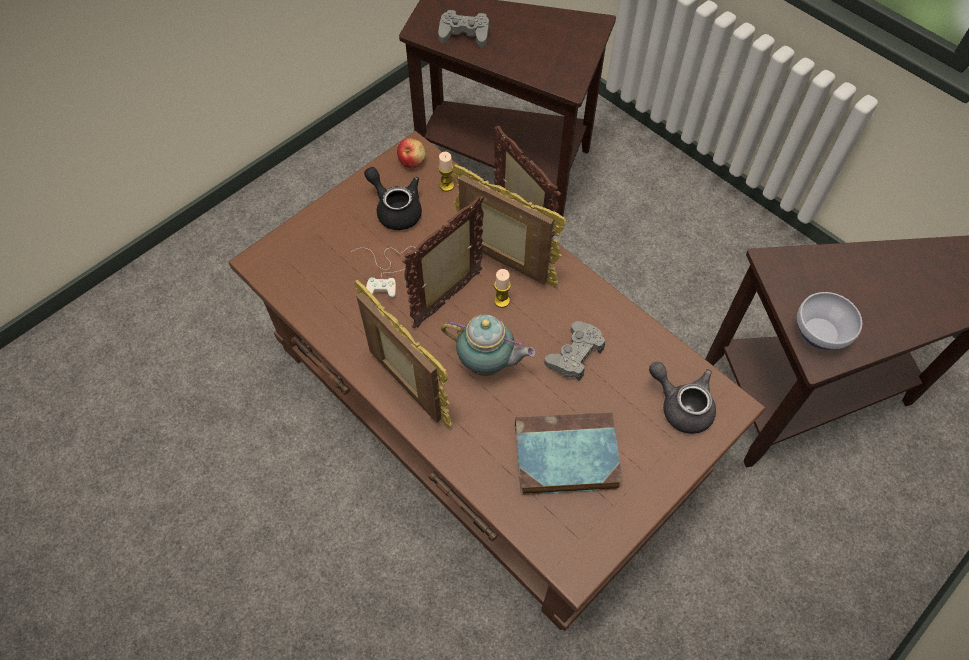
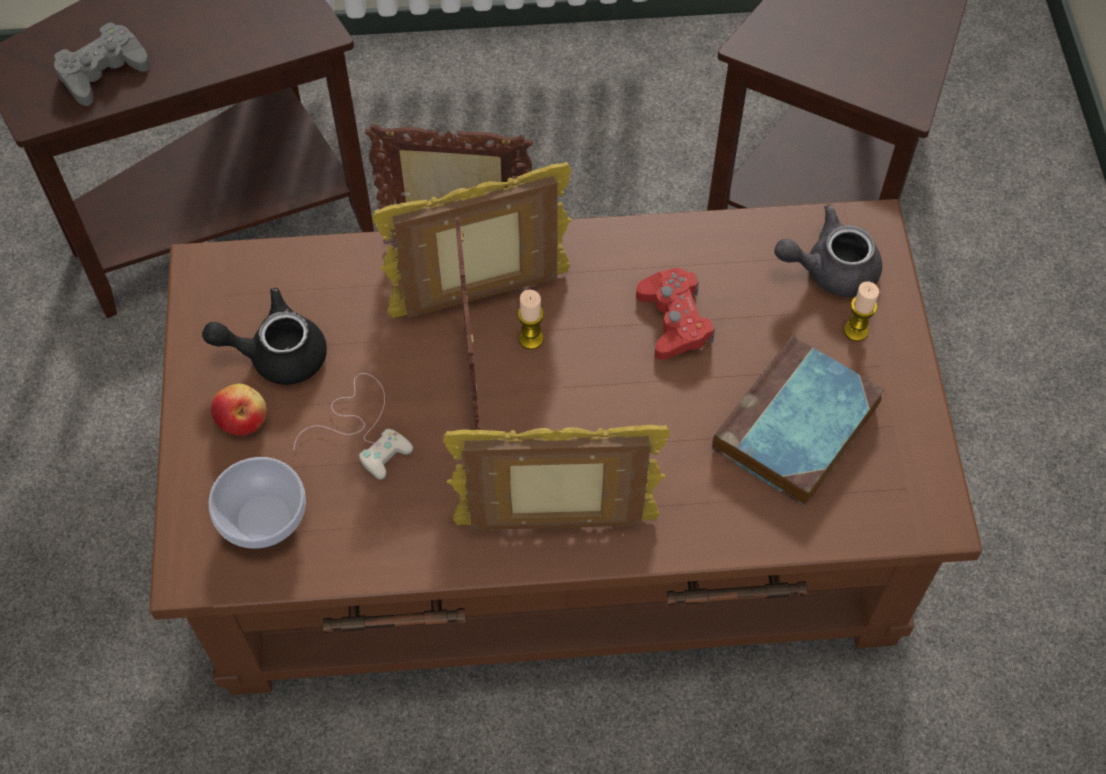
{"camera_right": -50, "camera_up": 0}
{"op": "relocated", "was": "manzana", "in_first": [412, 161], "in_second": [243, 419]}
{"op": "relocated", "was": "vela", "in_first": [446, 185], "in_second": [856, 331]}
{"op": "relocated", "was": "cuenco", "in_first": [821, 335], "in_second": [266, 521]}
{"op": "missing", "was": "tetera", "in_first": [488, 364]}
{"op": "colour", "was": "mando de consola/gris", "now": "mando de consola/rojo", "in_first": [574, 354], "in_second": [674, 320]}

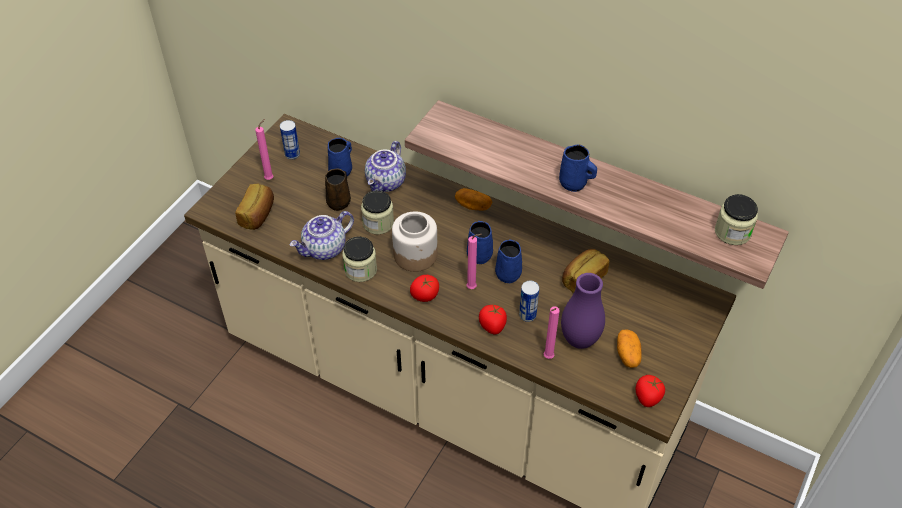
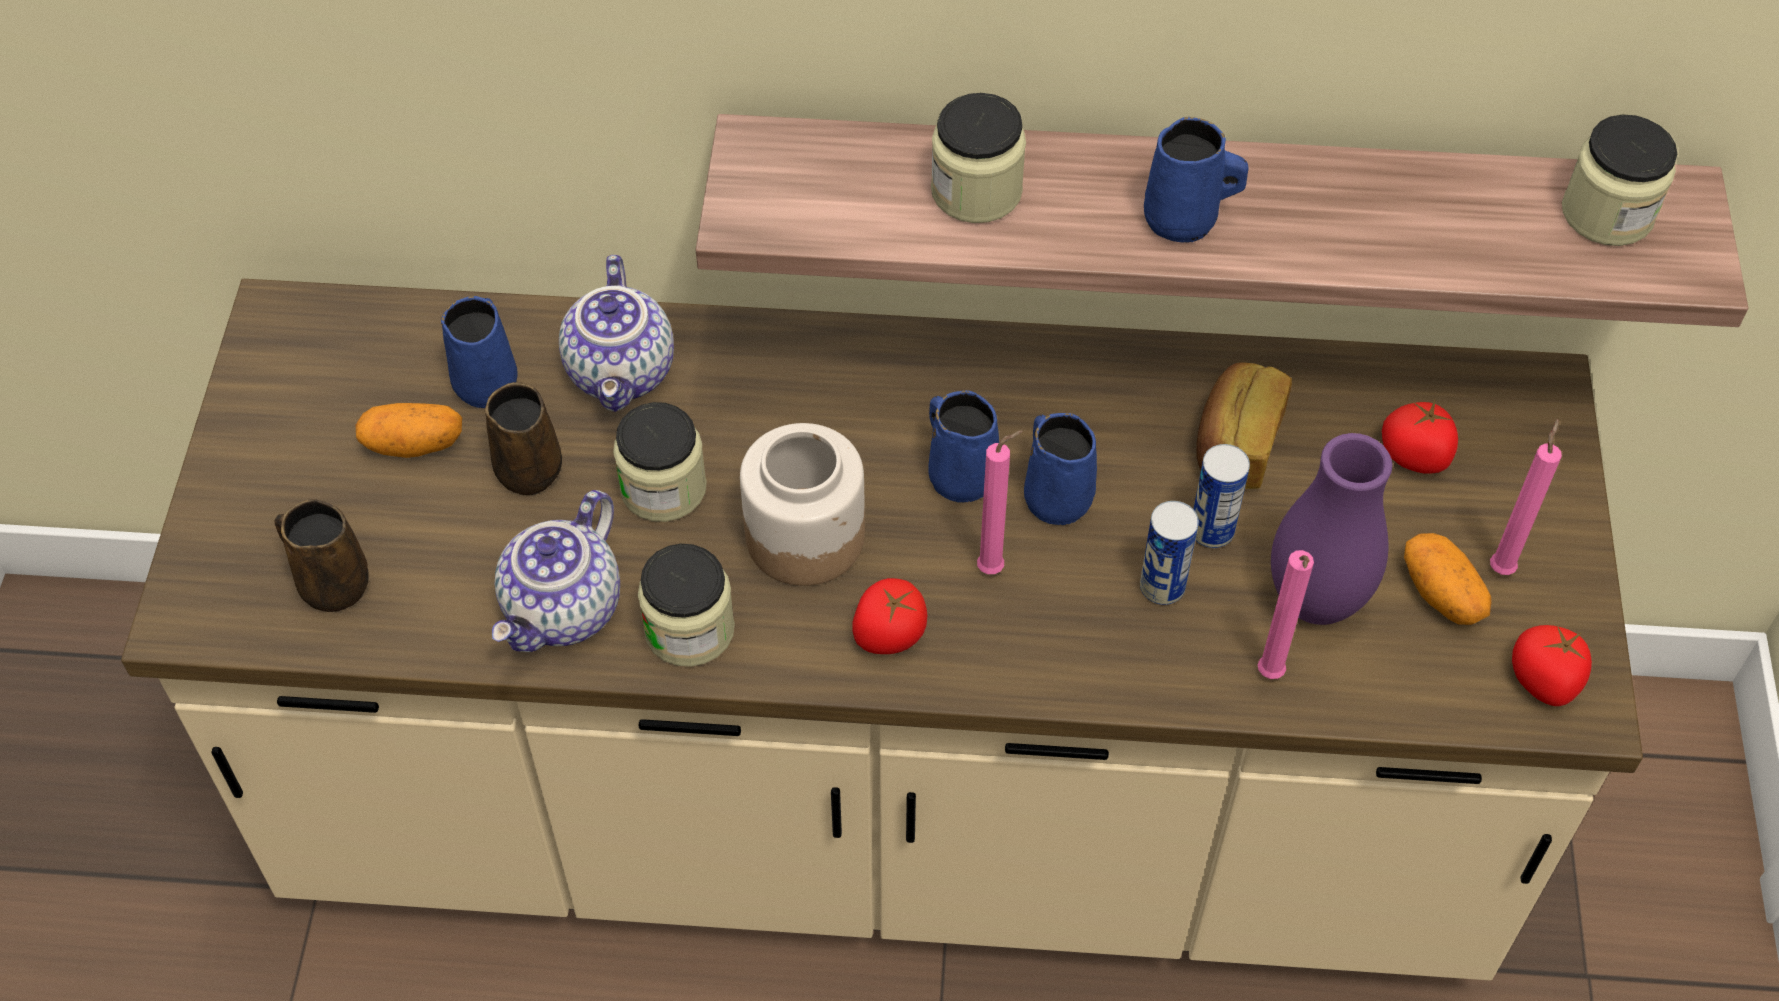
{"camera_right": -25, "camera_up": 5}
{"op": "relocated", "was": "vela/rosa", "in_first": [270, 178], "in_second": [1502, 566]}
{"op": "relocated", "was": "lata", "in_first": [292, 154], "in_second": [1211, 531]}
{"op": "exchanged", "was": "pan", "now": "taza grande/marrón", "in_first": [258, 215], "in_second": [332, 583]}
{"op": "relocated", "was": "patata", "in_first": [473, 206], "in_second": [414, 444]}
{"op": "relocated", "was": "tomate", "in_first": [492, 326], "in_second": [1416, 456]}
{"op": "appeared", "now": "tarro", "in_second": [976, 191]}

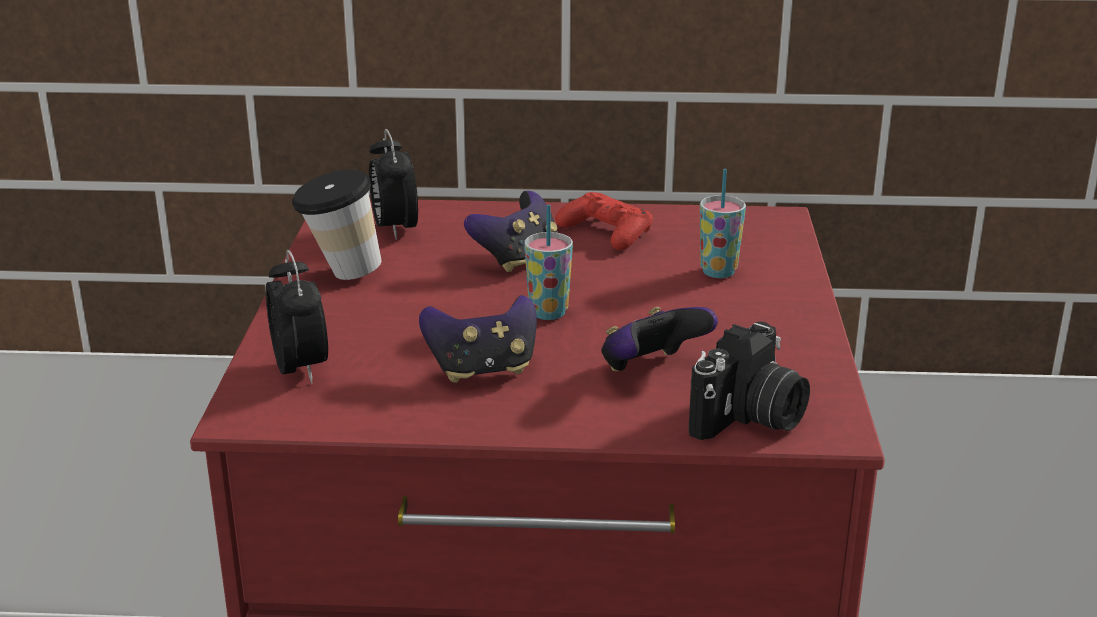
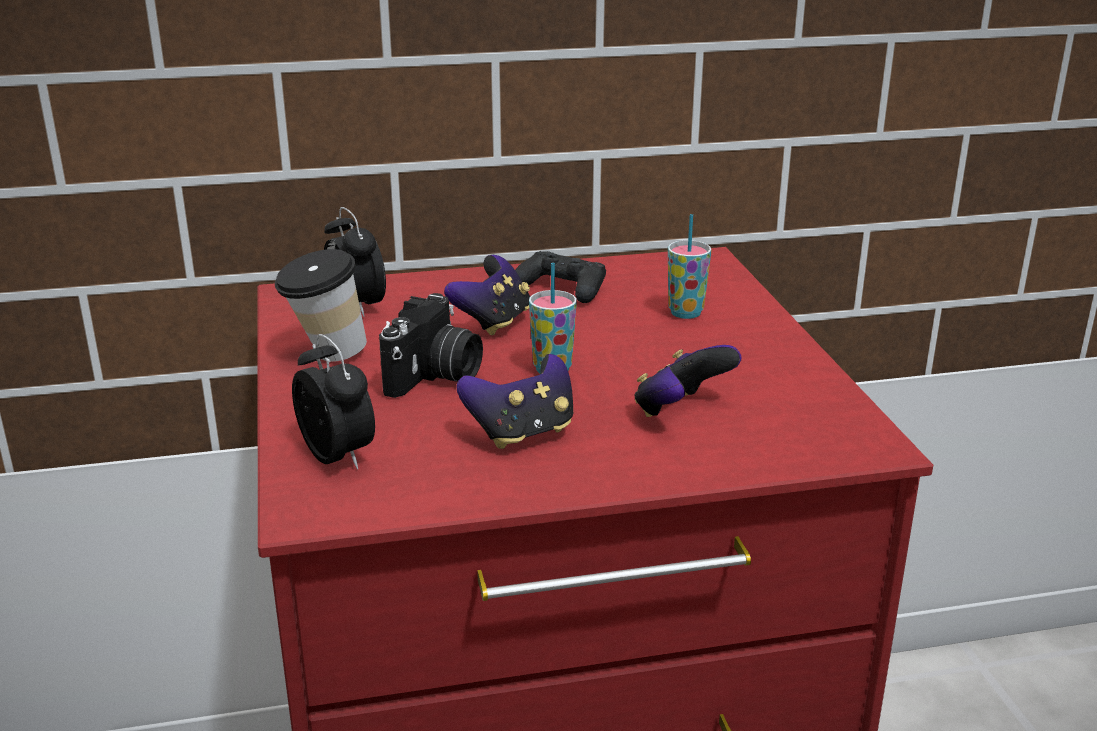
{"camera_right": -15, "camera_up": 0}
{"op": "colour", "was": "mando de consola/rojo", "now": "mando de consola/negro", "in_first": [606, 232], "in_second": [562, 288]}
{"op": "relocated", "was": "cámara", "in_first": [750, 419], "in_second": [435, 376]}

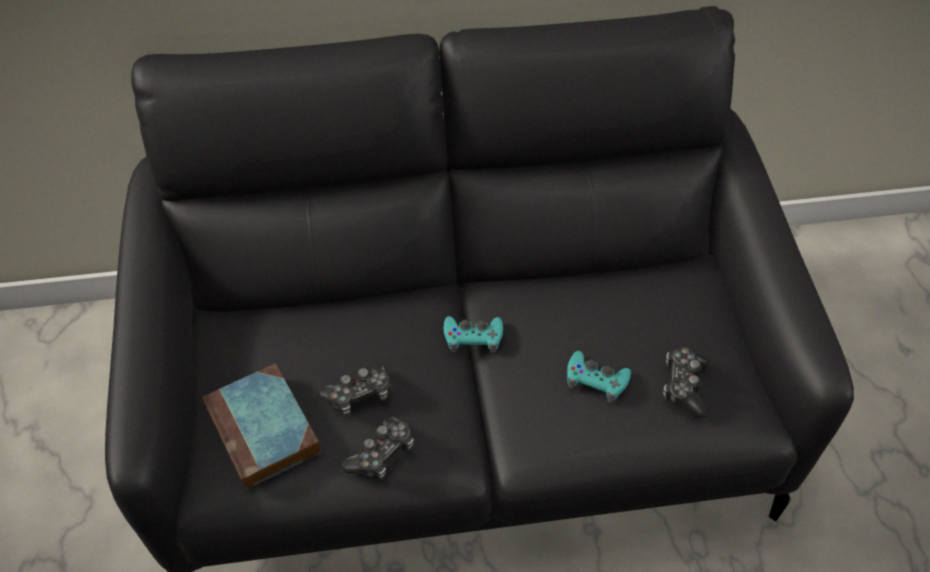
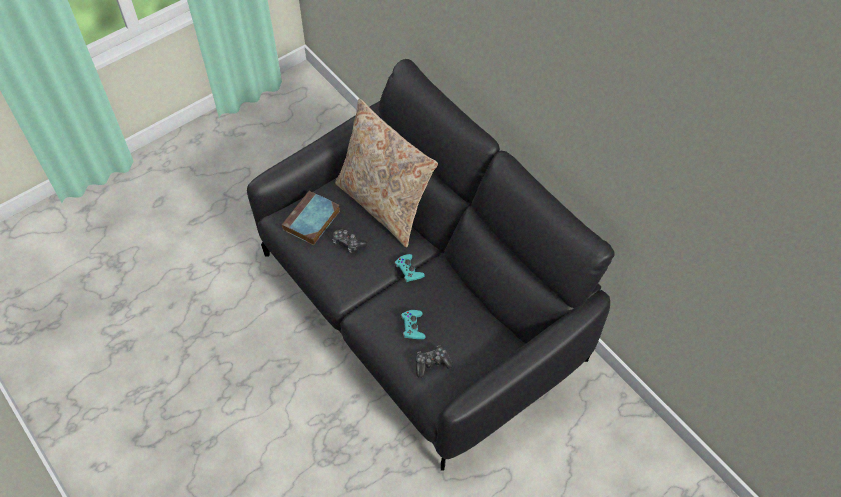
{"camera_right": 60, "camera_up": 5}
{"op": "missing", "was": "mando de consola", "in_first": [381, 454]}
{"op": "appeared", "now": "cojín/beis", "in_second": [384, 204]}

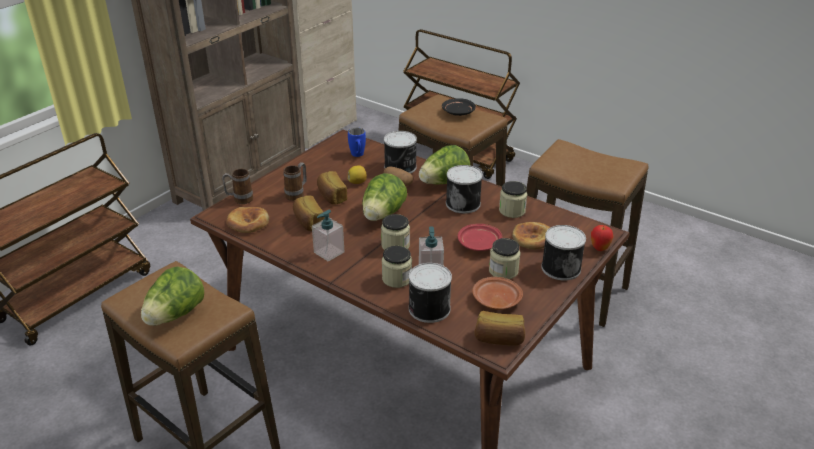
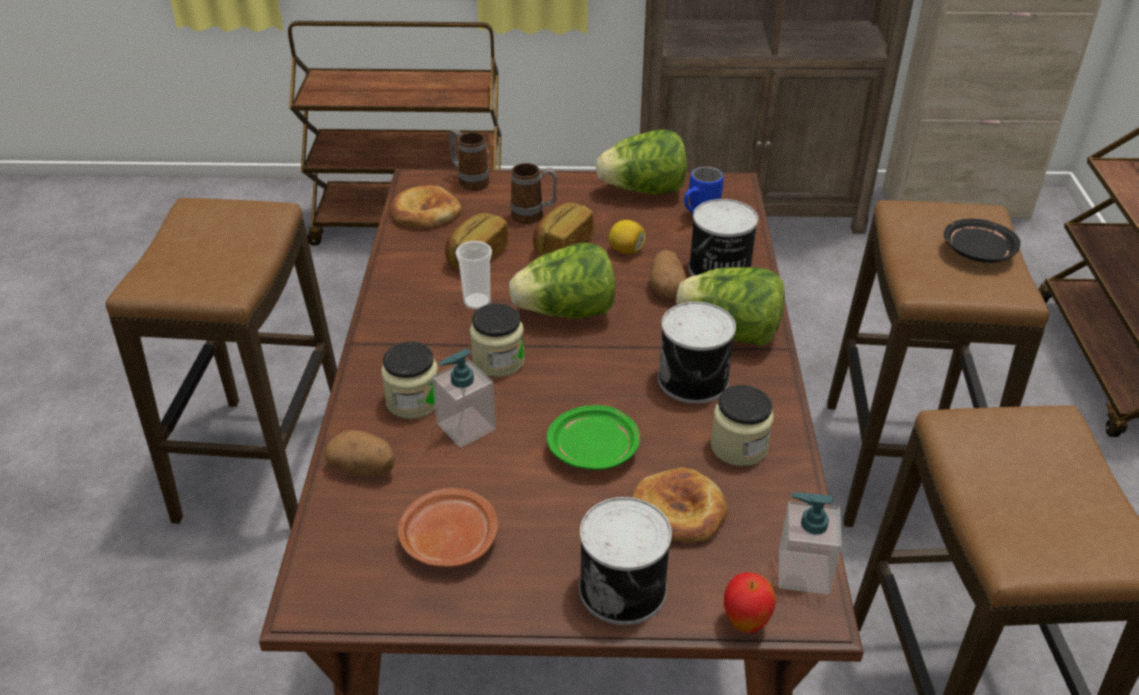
{"camera_right": 55, "camera_up": 5}
{"op": "relocated", "was": "dispensador de jabón", "in_first": [329, 252], "in_second": [803, 572]}
{"op": "colour", "was": "plato/rojo", "now": "plato/verde", "in_first": [479, 243], "in_second": [594, 449]}
{"op": "missing", "was": "tarro", "in_first": [503, 271]}
{"op": "exchanged", "was": "lata", "now": "patata", "in_first": [428, 308], "in_second": [364, 468]}
{"op": "relocated", "was": "lechuga", "in_first": [175, 315], "in_second": [643, 190]}
{"op": "missing", "was": "pan", "in_first": [499, 339]}
{"op": "appeared", "now": "taza", "in_second": [477, 302]}

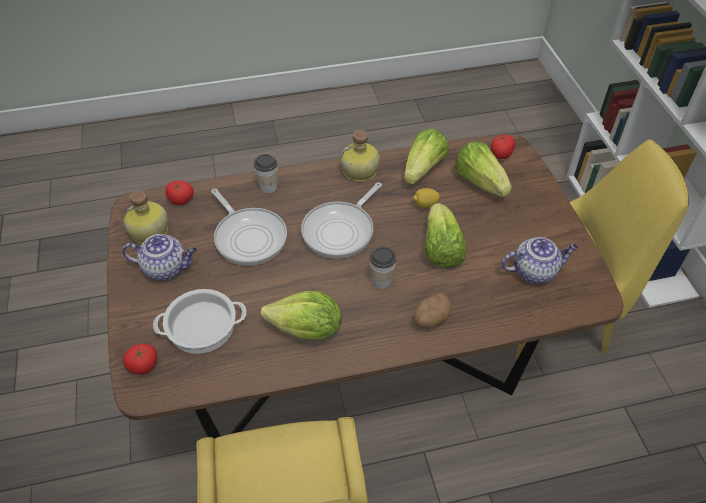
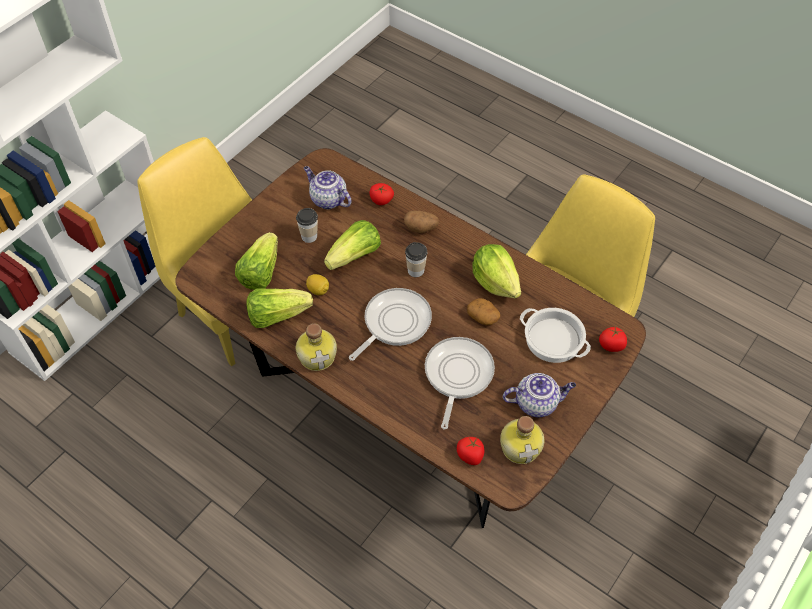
{"camera_right": -130, "camera_up": 5}
{"op": "relocated", "was": "tomate", "in_first": [501, 154], "in_second": [381, 200]}
{"op": "relocated", "was": "taza", "in_first": [268, 187], "in_second": [309, 236]}
{"op": "spun", "was": "sartén", "in_first": [341, 231], "in_second": [394, 323], "clockwise": -45}
{"op": "spun", "was": "tetera", "in_first": [166, 268], "in_second": [537, 402], "clockwise": 120}
{"op": "appeared", "now": "patata", "in_second": [483, 317]}

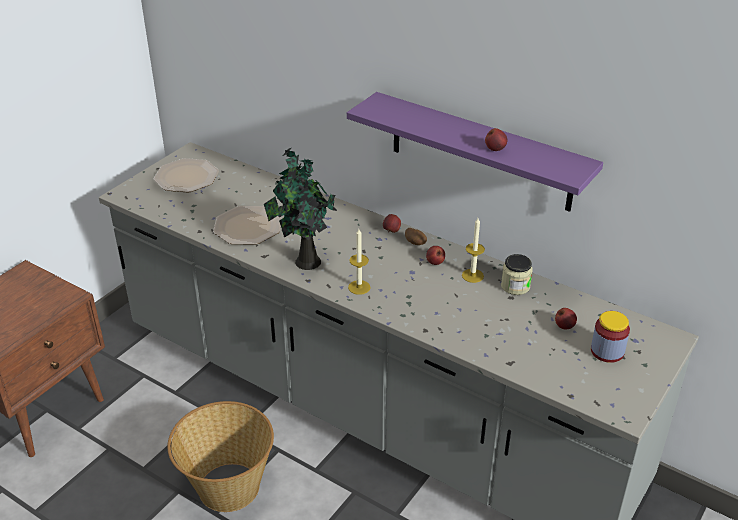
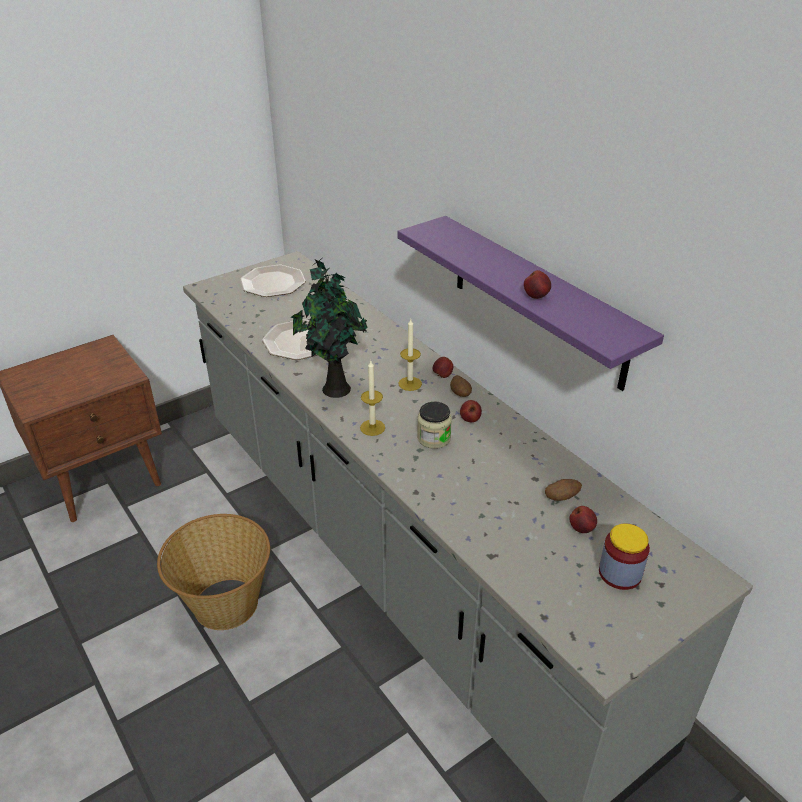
{"camera_right": 20, "camera_up": 0}
{"op": "relocated", "was": "vela", "in_first": [472, 275], "in_second": [410, 383]}
{"op": "relocated", "was": "tarro", "in_first": [515, 286], "in_second": [434, 438]}
{"op": "appeared", "now": "patata", "in_second": [561, 497]}

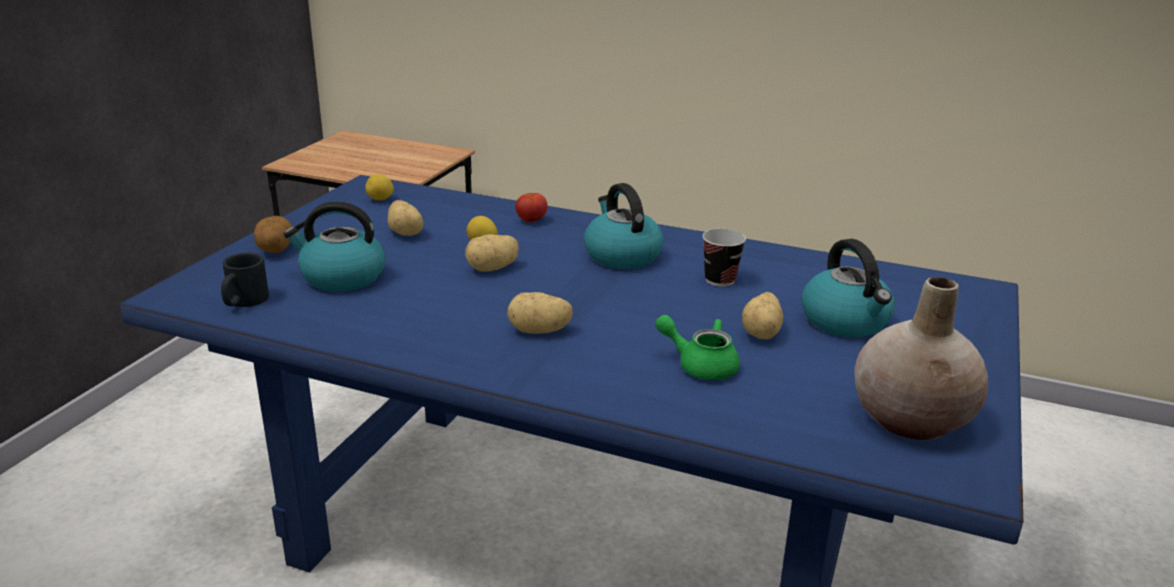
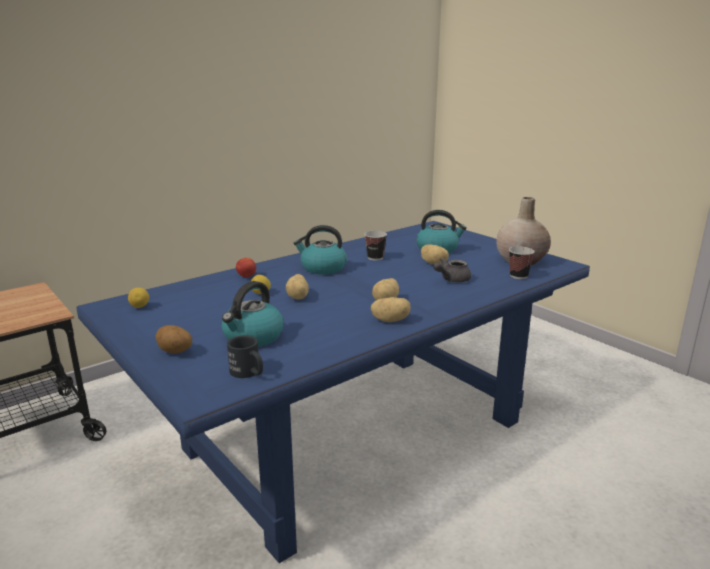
{"camera_right": -60, "camera_up": -5}
{"op": "relocated", "was": "patata", "in_first": [406, 233], "in_second": [390, 320]}
{"op": "colour", "was": "tetera/verde", "now": "tetera/gris", "in_first": [700, 365], "in_second": [451, 280]}
{"op": "appeared", "now": "taza", "in_second": [518, 276]}

